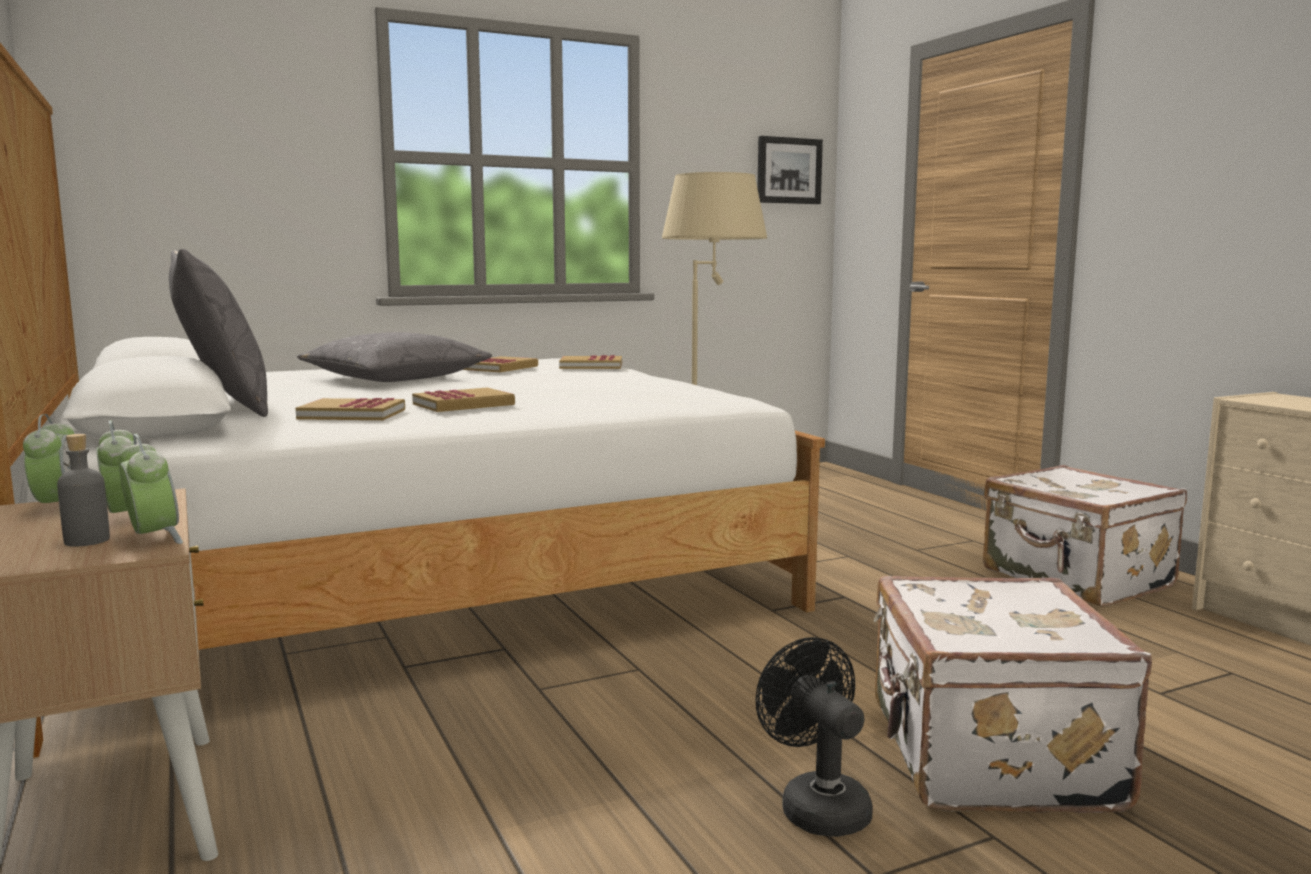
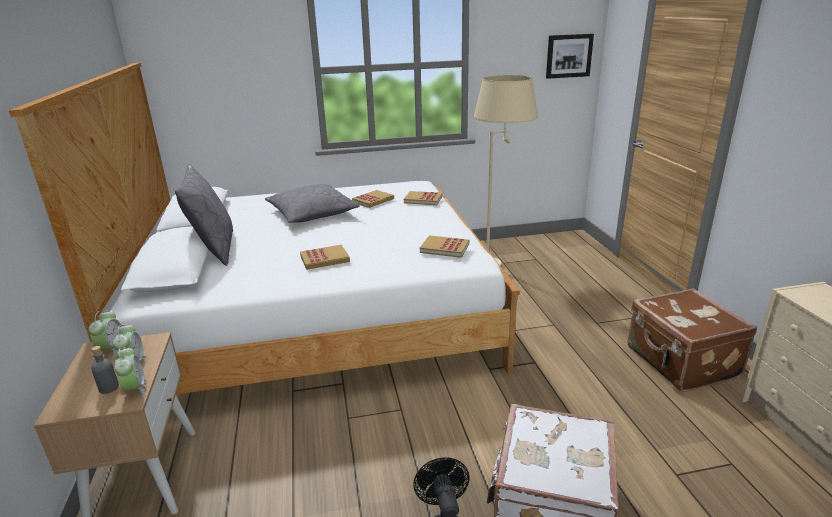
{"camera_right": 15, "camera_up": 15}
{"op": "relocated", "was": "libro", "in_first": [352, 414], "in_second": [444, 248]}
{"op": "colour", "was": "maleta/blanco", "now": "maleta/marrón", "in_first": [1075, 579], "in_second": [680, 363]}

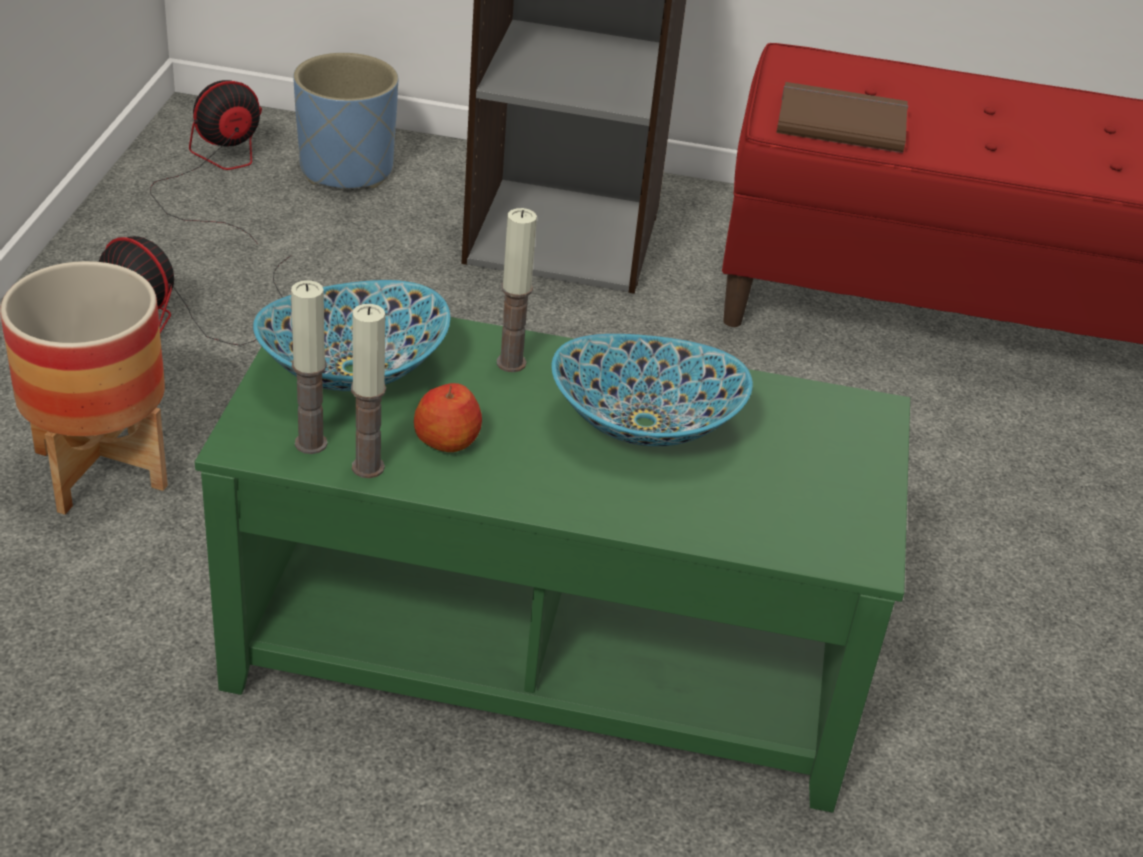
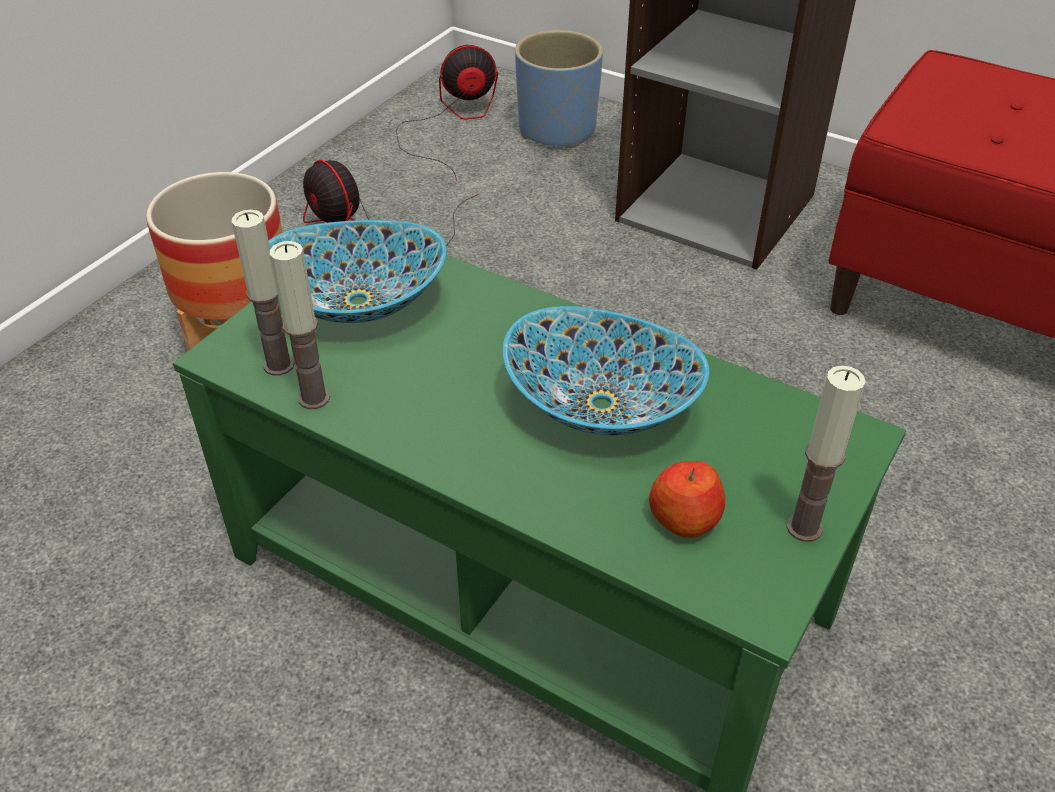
{"camera_right": 25, "camera_up": 5}
{"op": "missing", "was": "libro/marrón", "in_first": [841, 121]}
{"op": "relocated", "was": "vela", "in_first": [511, 363], "in_second": [804, 527]}
{"op": "relocated", "was": "manzana", "in_first": [447, 440], "in_second": [684, 518]}

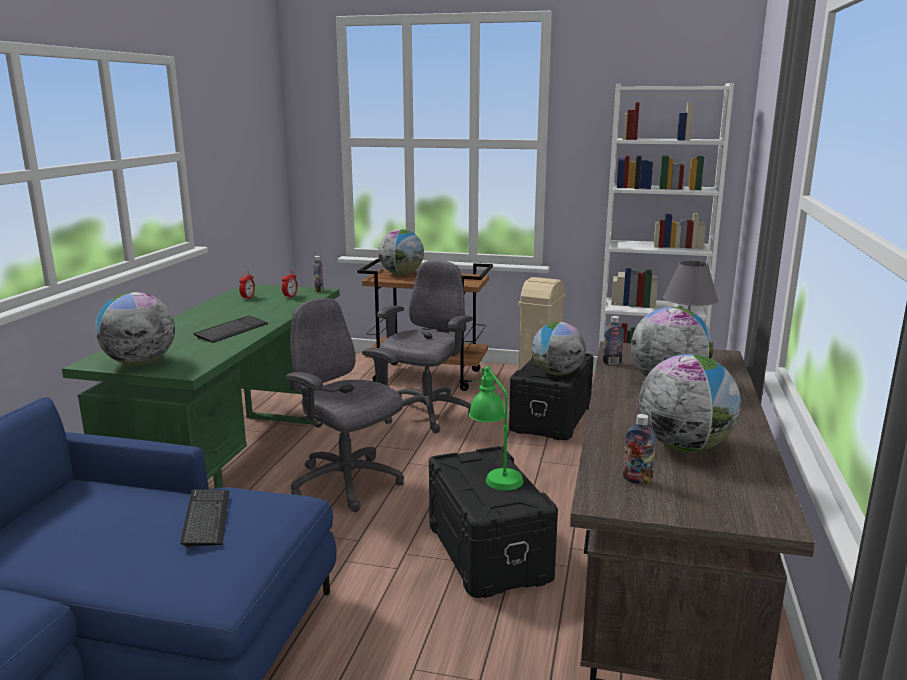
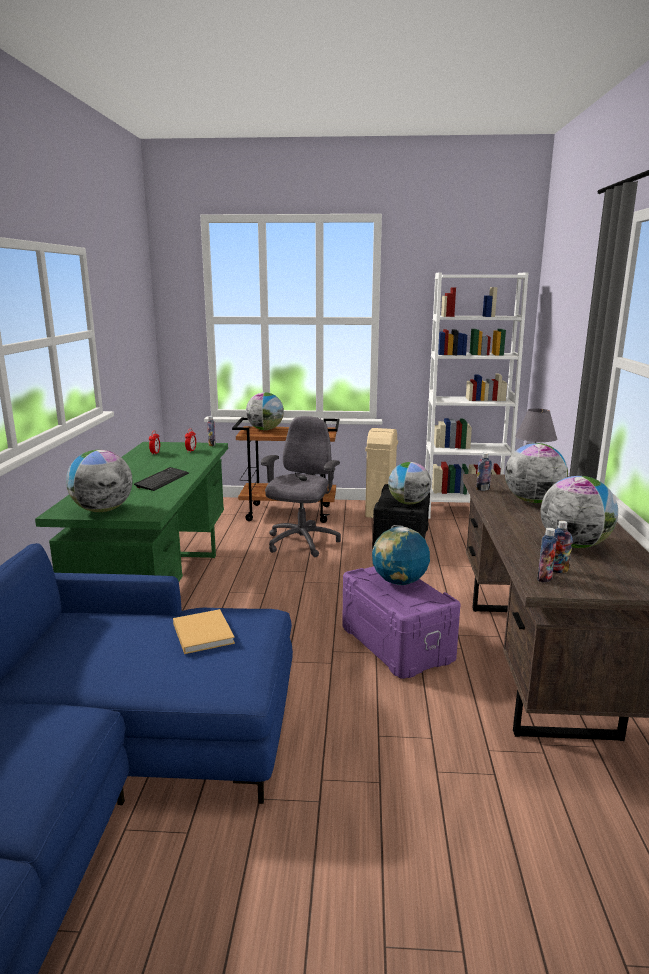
{"camera_right": -10, "camera_up": 0}
{"op": "missing", "was": "silla de oficina/gris", "in_first": [347, 484]}
{"op": "exchanged", "was": "lámpara de mesa/verde", "now": "globo terráqueo", "in_first": [494, 474], "in_second": [399, 582]}
{"op": "colour", "was": "caja de almacenaje/negro", "now": "caja de almacenaje/morado", "in_first": [486, 552], "in_second": [395, 644]}
{"op": "exchanged", "was": "teclado", "now": "libro/beis", "in_first": [206, 519], "in_second": [202, 632]}
{"op": "appeared", "now": "botella", "in_second": [544, 578]}

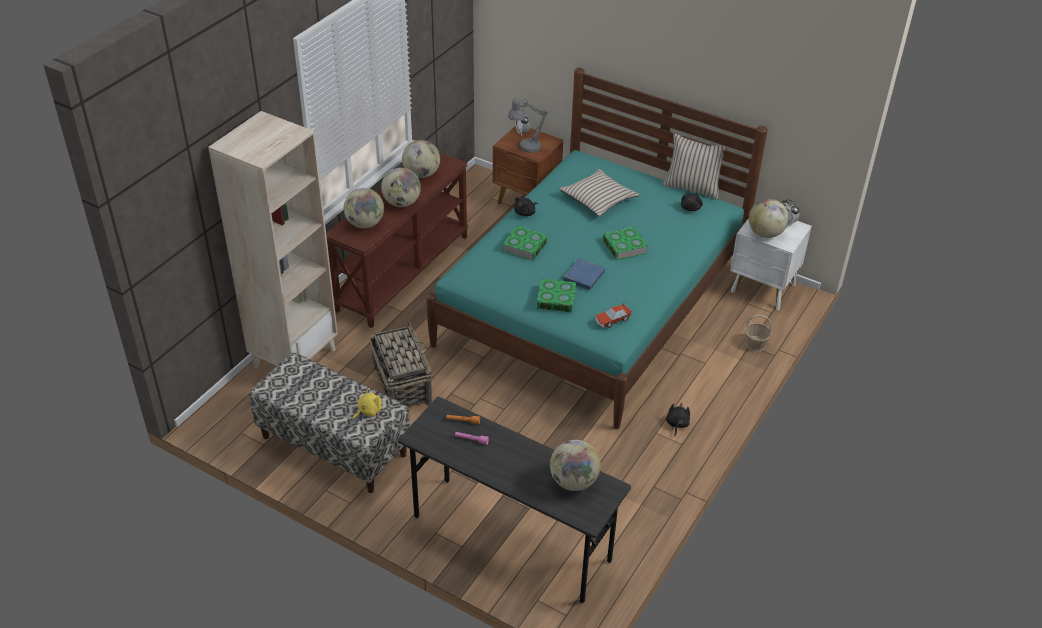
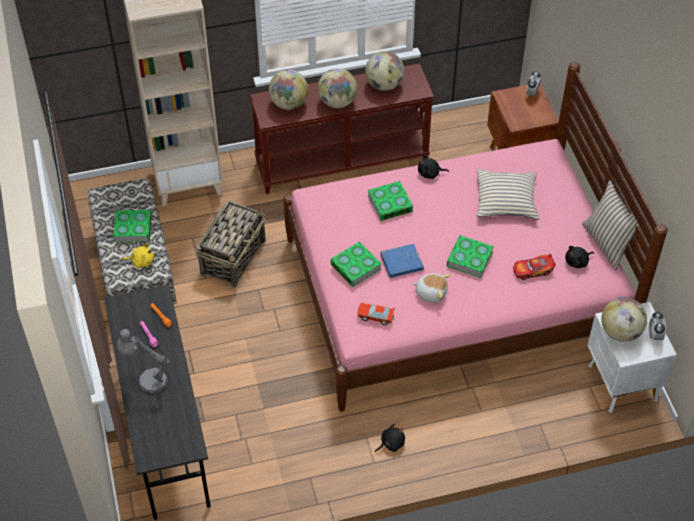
{"camera_right": 45, "camera_up": 10}
{"op": "colour", "was": "cama/turquesa", "now": "cama/rosa", "in_first": [591, 305], "in_second": [453, 292]}
{"op": "relocated", "was": "lámpara de mesa/gris", "in_first": [525, 147], "in_second": [147, 379]}
{"op": "missing", "was": "cesta", "in_first": [755, 344]}
{"op": "missing", "was": "globo terráqueo", "in_first": [573, 481]}
{"op": "appeared", "now": "libro", "in_second": [133, 228]}
{"op": "appeared", "now": "coche de juguete", "in_second": [533, 270]}
{"op": "appeared", "now": "peluche", "in_second": [431, 292]}

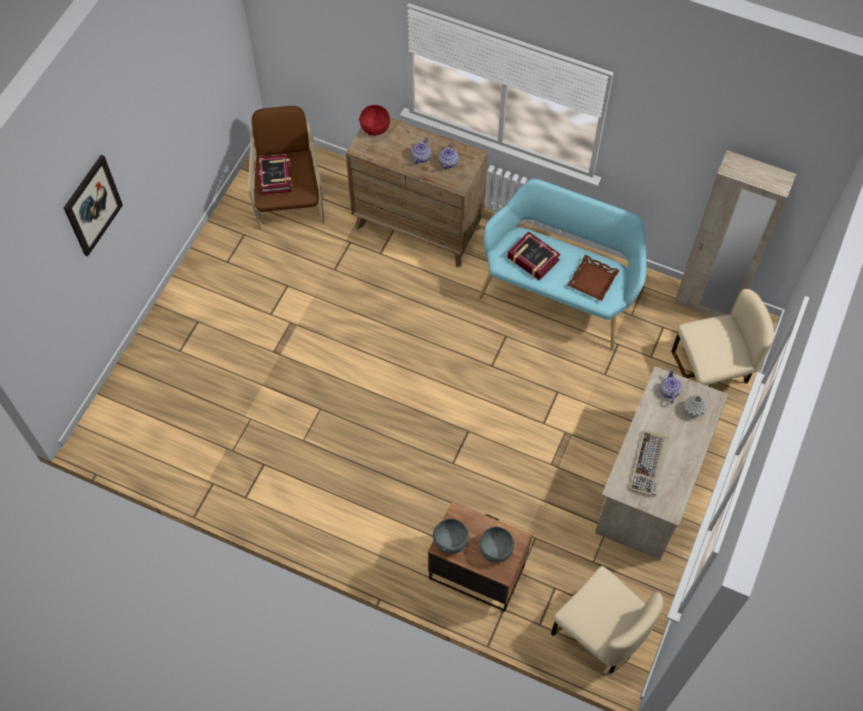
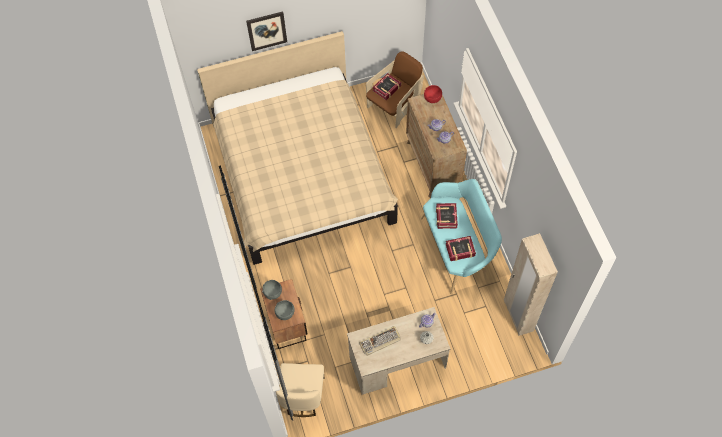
{"camera_right": 50, "camera_up": 0}
{"op": "exchanged", "was": "bandeja/marrón", "now": "libro", "in_first": [593, 280], "in_second": [460, 250]}
{"op": "missing", "was": "silla/beis", "in_first": [711, 371]}
{"op": "appeared", "now": "cama/beis", "in_second": [301, 173]}

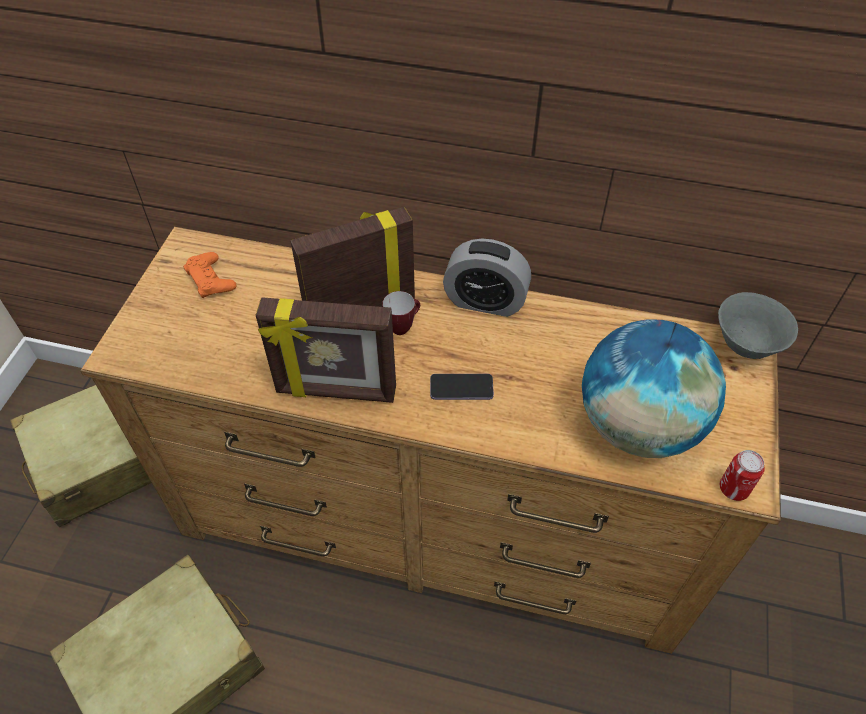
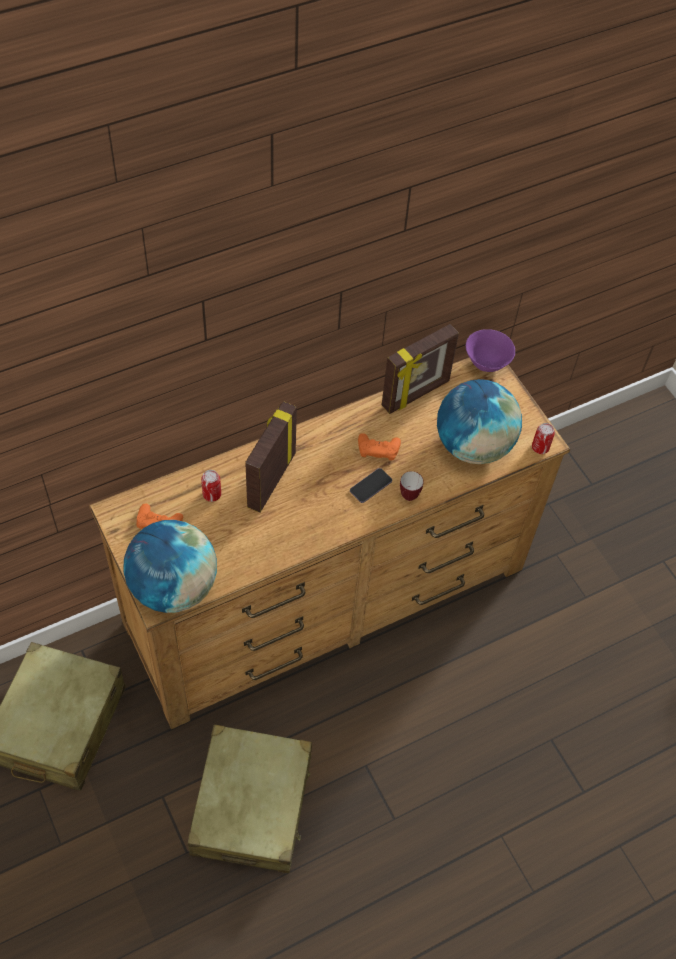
{"camera_right": -45, "camera_up": 5}
{"op": "missing", "was": "despertador", "in_first": [485, 301]}
{"op": "relocated", "was": "taza grande", "in_first": [403, 326], "in_second": [409, 493]}
{"op": "colour", "was": "cuenco/gris", "now": "cuenco/morado", "in_first": [746, 346], "in_second": [487, 364]}
{"op": "relocated", "was": "portarretratos", "in_first": [336, 392], "in_second": [416, 394]}
{"op": "appeared", "now": "mando de consola/naranja", "in_second": [378, 449]}
{"op": "appeared", "now": "lata", "in_second": [212, 494]}
{"op": "appeared", "now": "globo terráqueo", "in_second": [173, 587]}

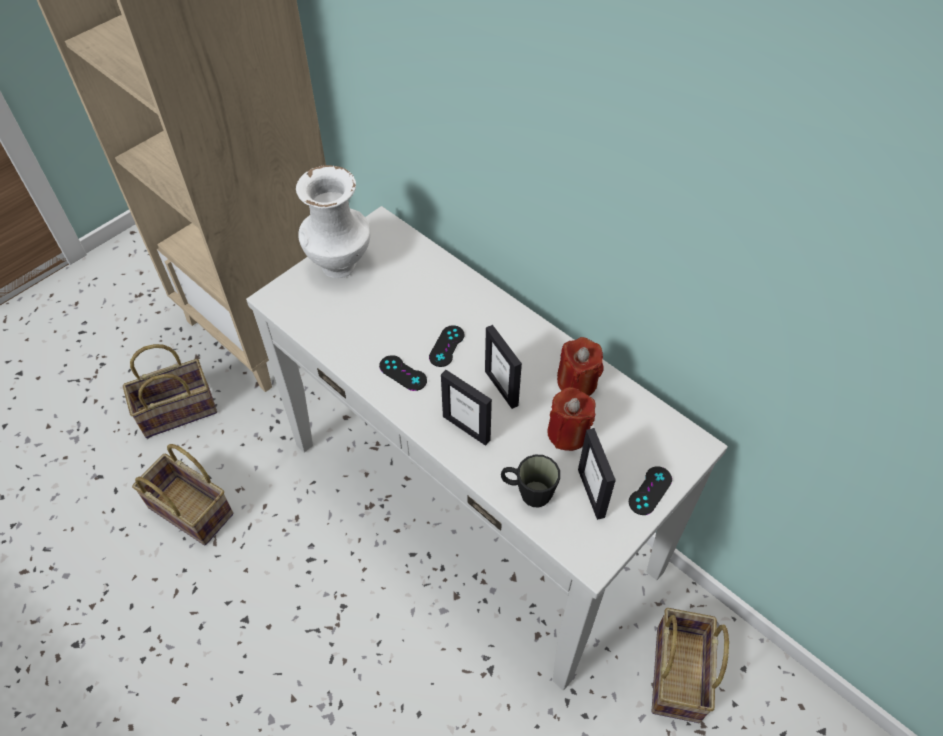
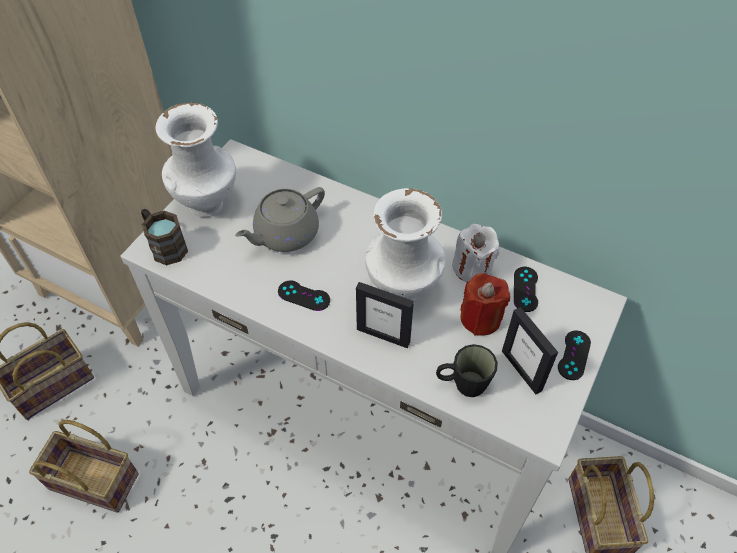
{"camera_right": -15, "camera_up": 0}
{"op": "relocated", "was": "mando de consola/negro", "in_first": [446, 346], "in_second": [525, 289]}
{"op": "exchanged", "was": "portarretratos", "now": "florero/blanco", "in_first": [501, 388], "in_second": [404, 289]}
{"op": "colour", "was": "vela/rojo", "now": "vela/blanco", "in_first": [577, 382], "in_second": [472, 268]}
{"op": "appeared", "now": "tetera/gris", "in_second": [285, 234]}
{"op": "appeared", "now": "taza grande/marrón", "in_second": [165, 246]}

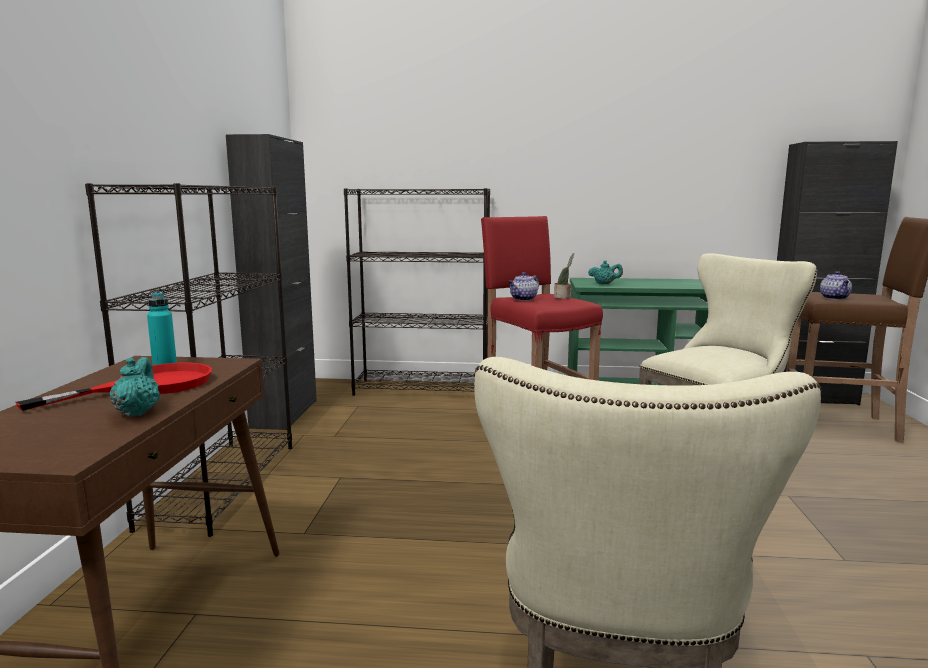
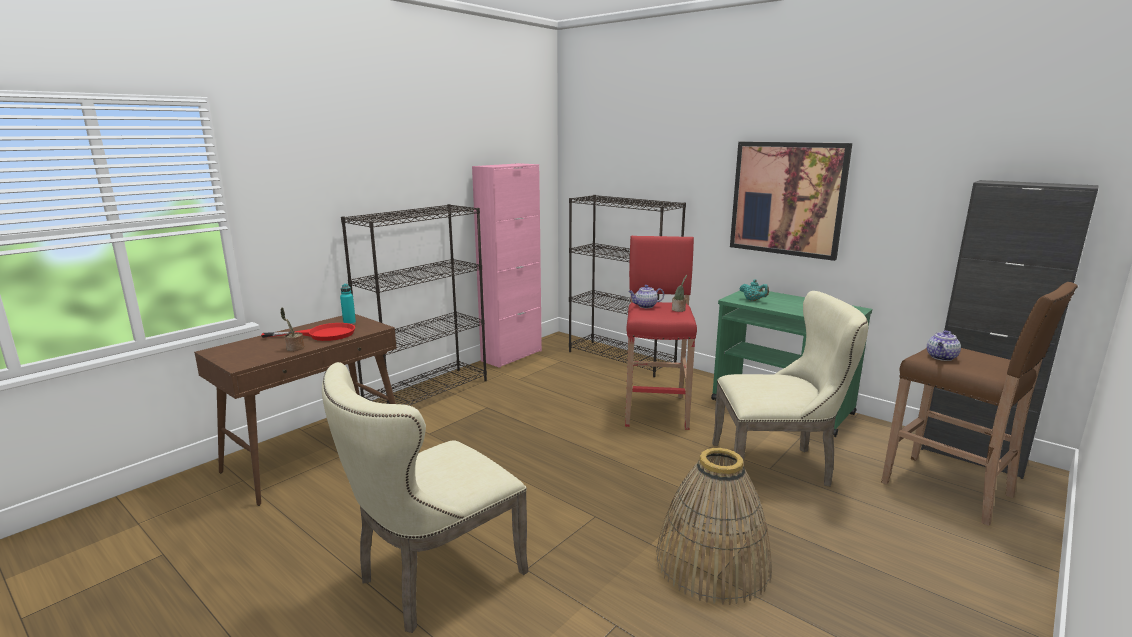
{"camera_right": 35, "camera_up": 5}
{"op": "colour", "was": "armario/negro", "now": "armario/rosa", "in_first": [284, 414], "in_second": [511, 356]}
{"op": "exchanged", "was": "tetera/turquesa", "now": "planta en maceta", "in_first": [137, 412], "in_second": [294, 348]}
{"op": "appeared", "now": "cuadro", "in_second": [787, 199]}
{"op": "appeared", "now": "cesta", "in_second": [712, 563]}

